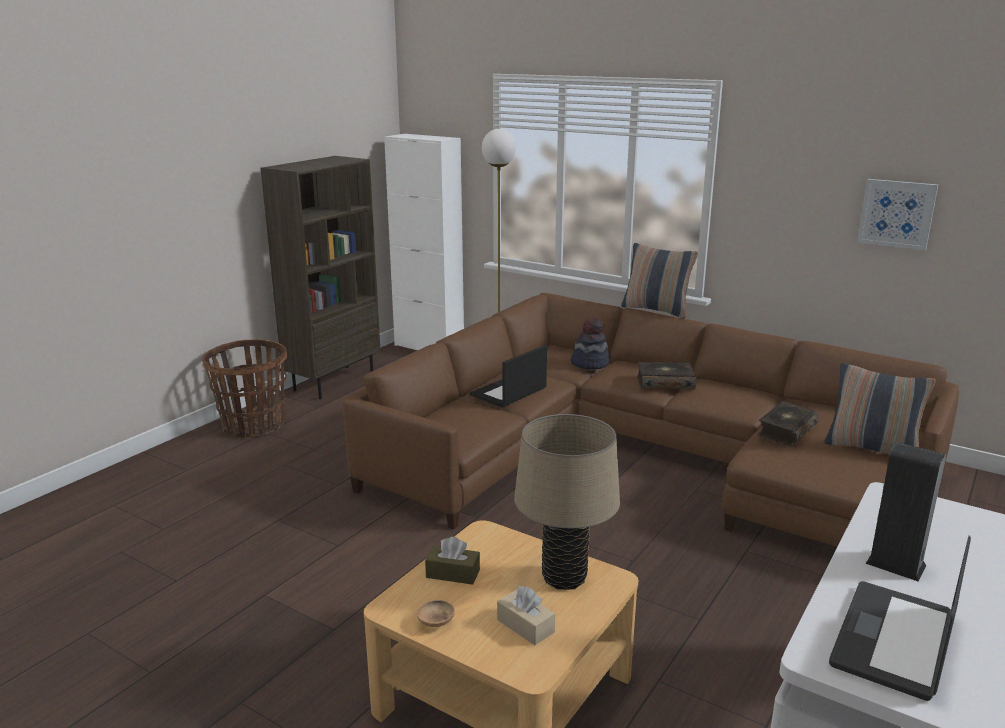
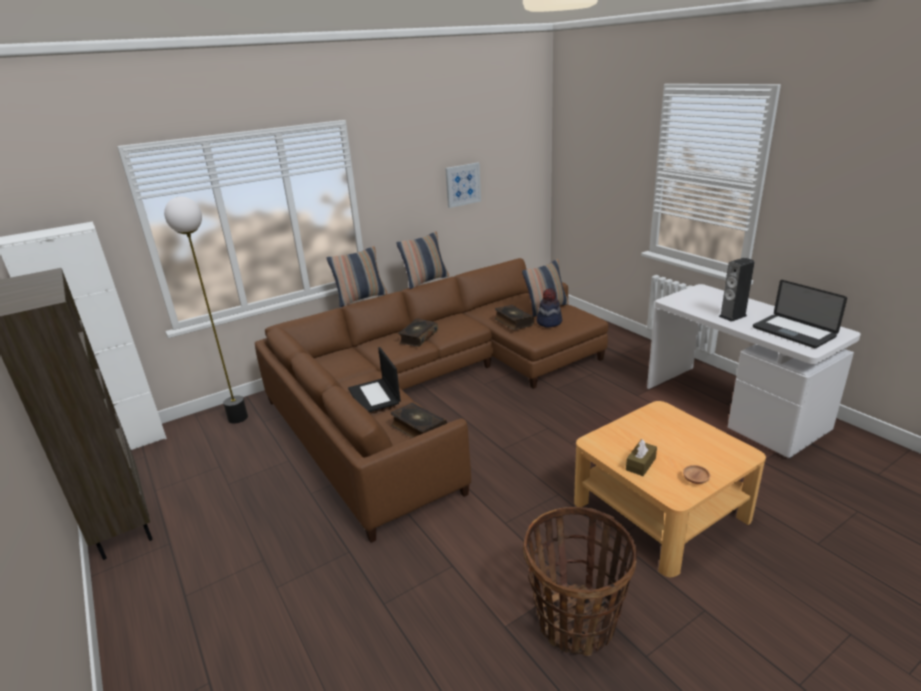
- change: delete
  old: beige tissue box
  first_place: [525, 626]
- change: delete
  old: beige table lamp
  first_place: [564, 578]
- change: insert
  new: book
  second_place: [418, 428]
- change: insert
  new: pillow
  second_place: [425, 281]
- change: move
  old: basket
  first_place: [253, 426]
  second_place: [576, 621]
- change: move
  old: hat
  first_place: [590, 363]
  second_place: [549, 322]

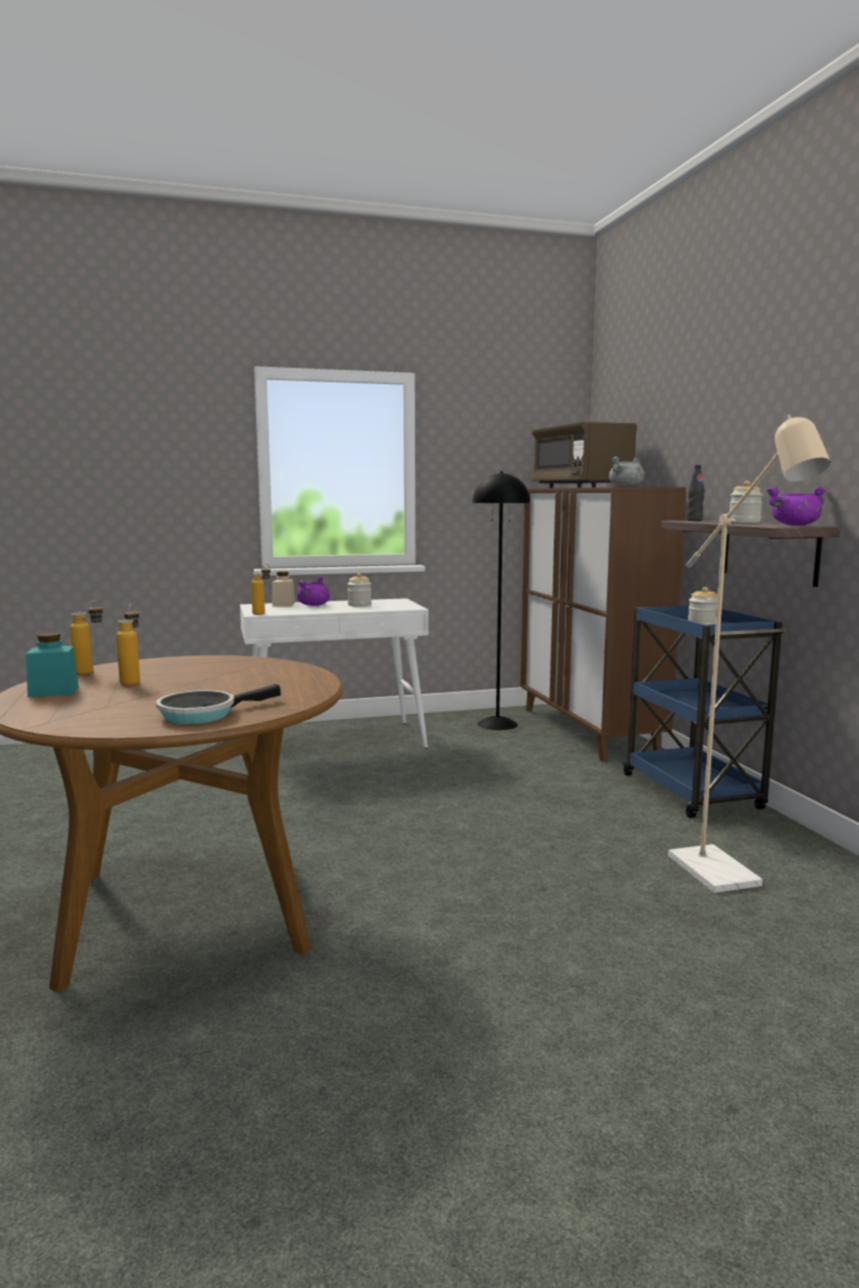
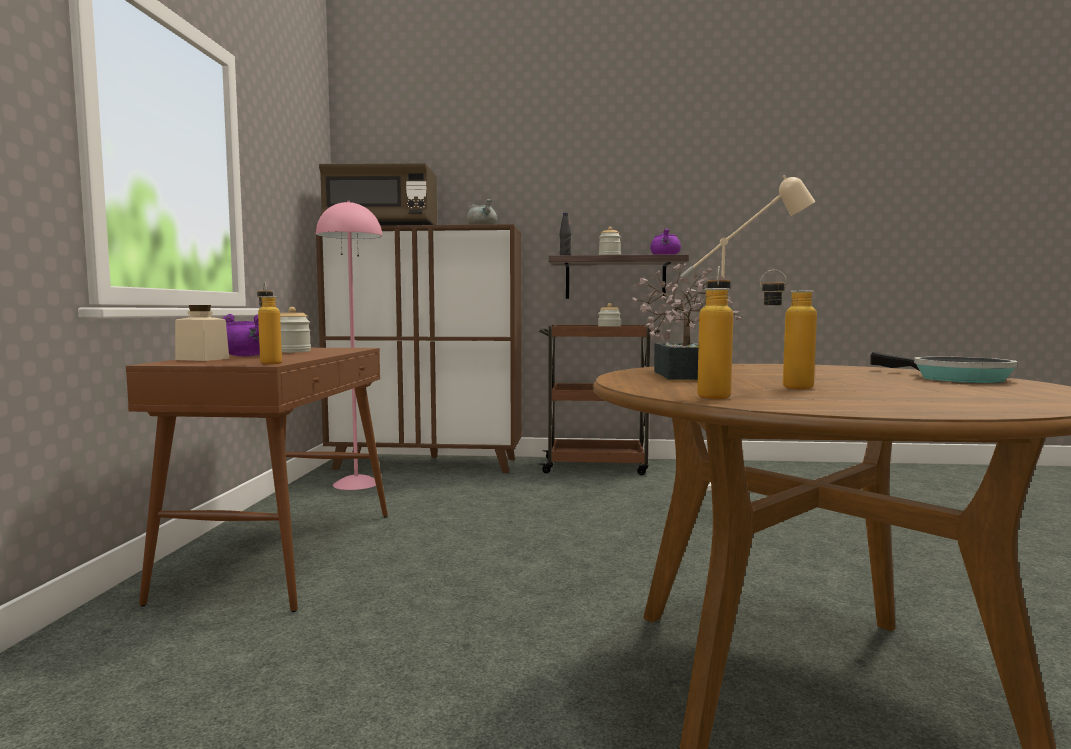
- change: delete
  old: turquoise jar
  first_place: [53, 692]
- change: insert
  new: potted plant
  second_place: [685, 374]
- change: recolor
  old: white console table
  new: brown console table
  first_place: [336, 741]
  second_place: [285, 553]
- change: recolor
  old: black floor lamp
  new: pink floor lamp
  first_place: [497, 724]
  second_place: [356, 483]
- change: recolor
  old: blue cart
  new: brown cart
  first_place: [693, 793]
  second_place: [597, 466]

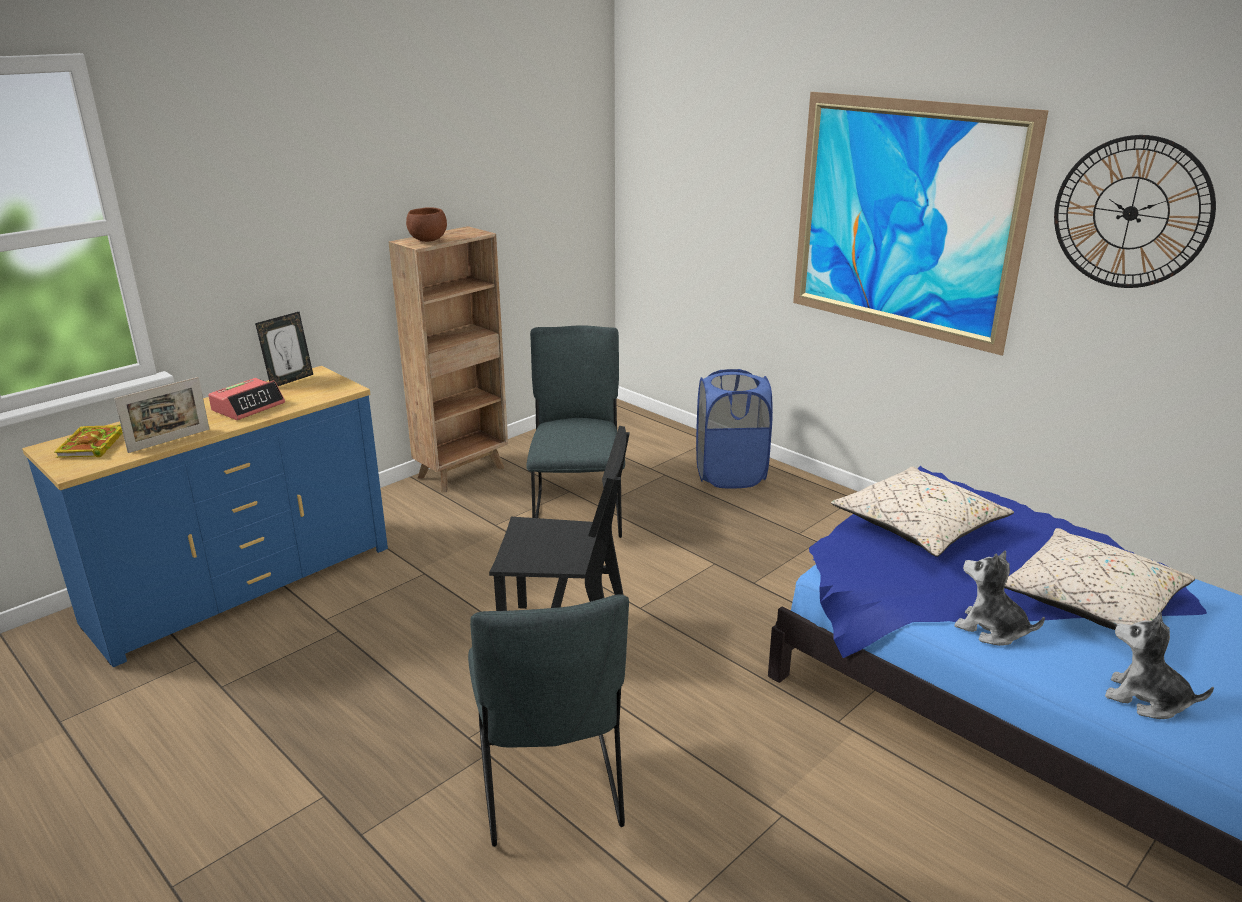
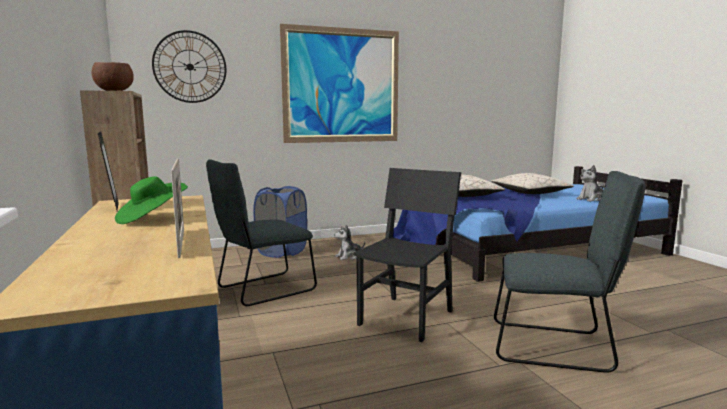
- change: delete
  old: book
  first_place: [92, 446]
- change: move
  old: plush toy
  first_place: [991, 629]
  second_place: [349, 257]
- change: move
  old: wall clock
  first_place: [1130, 213]
  second_place: [190, 67]
- change: replace
  old: alarm clock
  new: green hat
  first_place: [248, 407]
  second_place: [152, 218]
- change: rotate
  old: grey chair
  first_place: [578, 511]
  second_place: [262, 290]
  degrees: -60

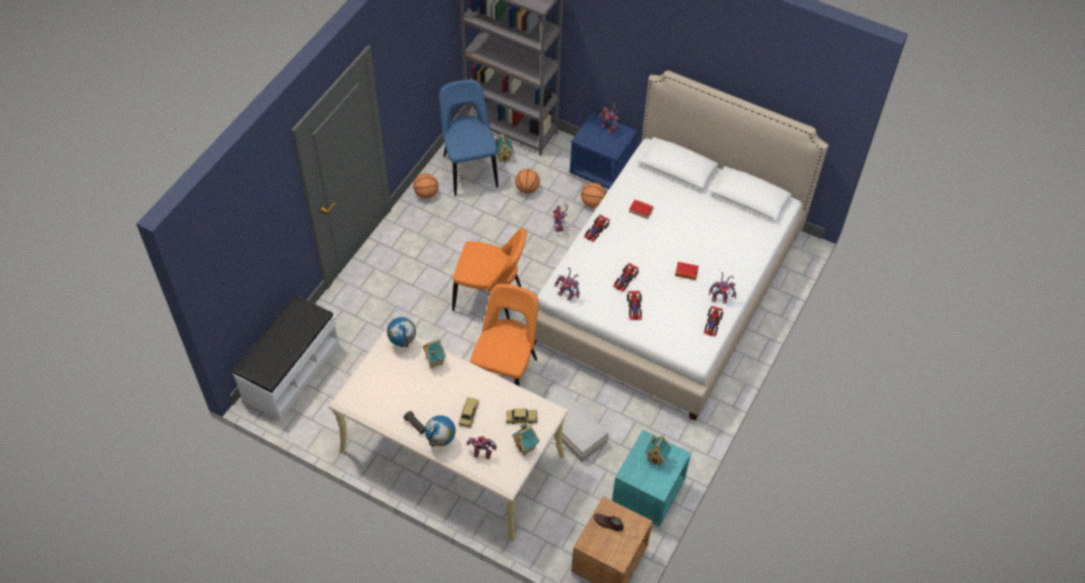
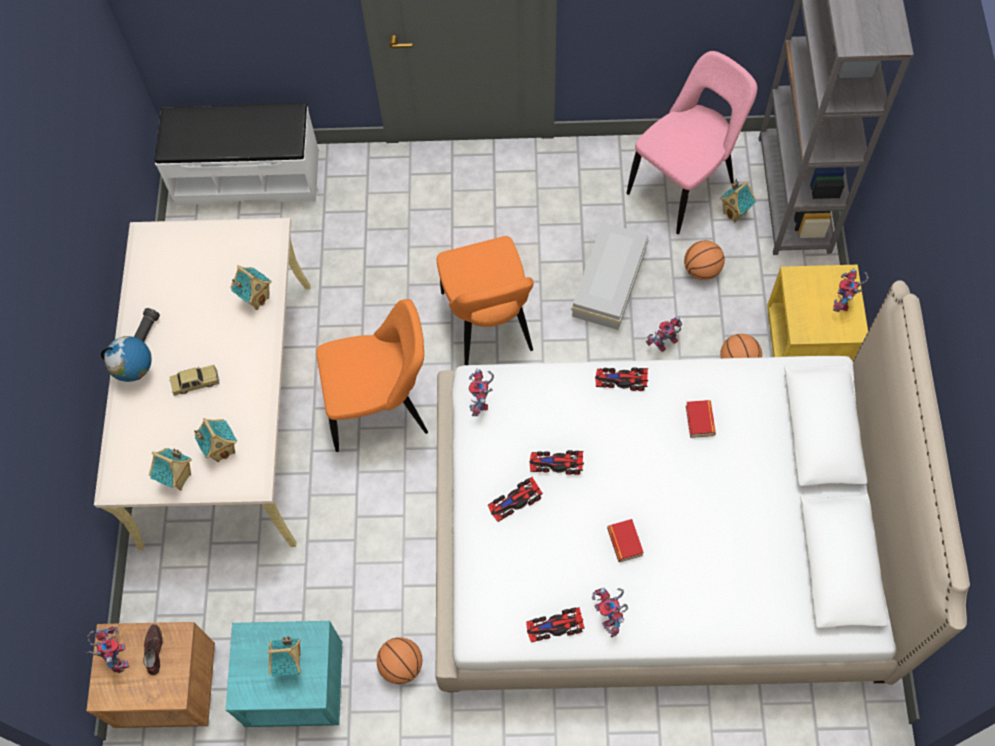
- change: delete
  old: globe
  first_place: [403, 343]
- change: move
  old: basketball
  first_place: [426, 194]
  second_place: [401, 665]
- change: move
  old: toy robot
  first_place: [480, 454]
  second_place: [116, 655]
- change: move
  old: white storage box
  first_place: [571, 428]
  second_place: [611, 281]
- change: replace
  old: toy car
  new: toy house
  first_place: [521, 418]
  second_place: [222, 449]
- change: recolor
  old: blue chair
  new: pink chair
  first_place: [469, 169]
  second_place: [684, 185]
- change: recolor
  old: blue nightstand
  new: yellow nightstand
  first_place: [602, 169]
  second_place: [807, 344]

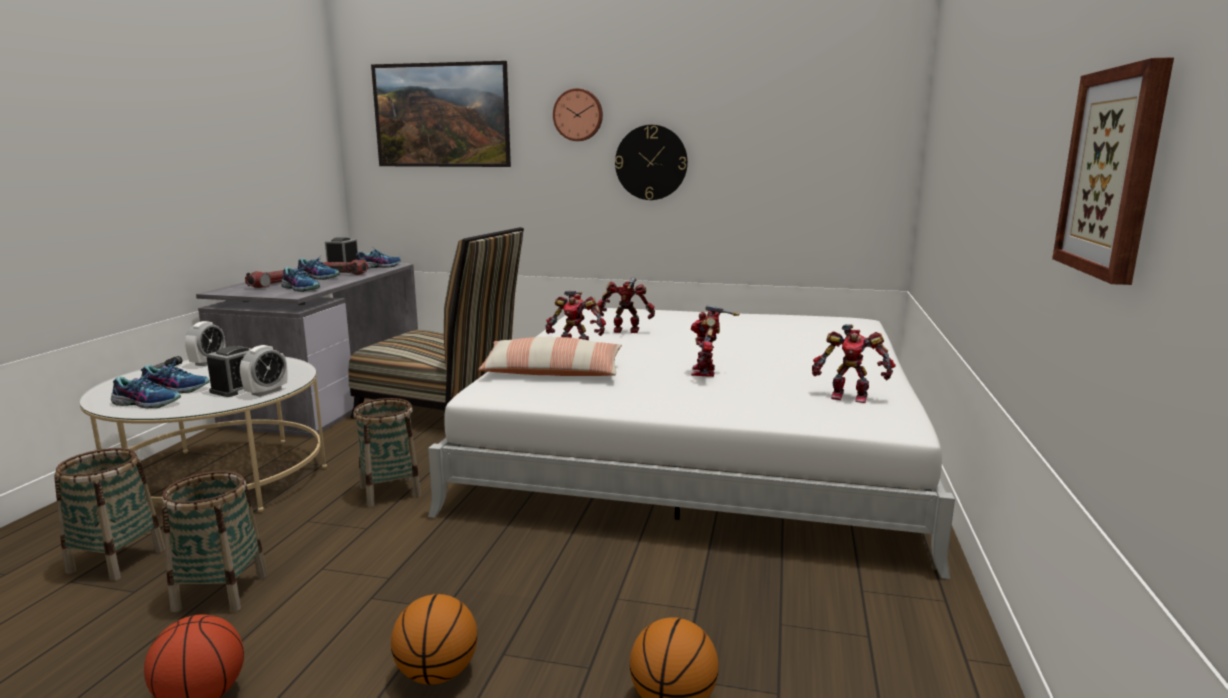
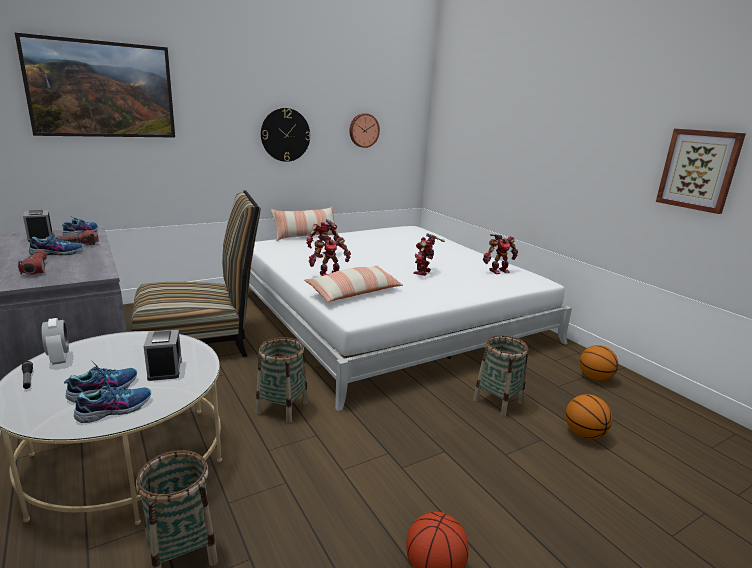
- change: delete
  old: alarm clock
  first_place: [266, 392]
- change: delete
  old: shoe
  first_place: [301, 288]
- change: insert
  new: pillow
  second_place: [305, 236]
- change: move
  old: basket
  first_place: [221, 592]
  second_place: [498, 401]
- change: move
  old: basketball
  first_place: [436, 674]
  second_place: [595, 378]
- change: move
  old: wall clock
  first_place: [578, 115]
  second_place: [363, 130]
- change: rotate
  old: toy robot
  first_place: [706, 372]
  second_place: [423, 272]
  degrees: 60

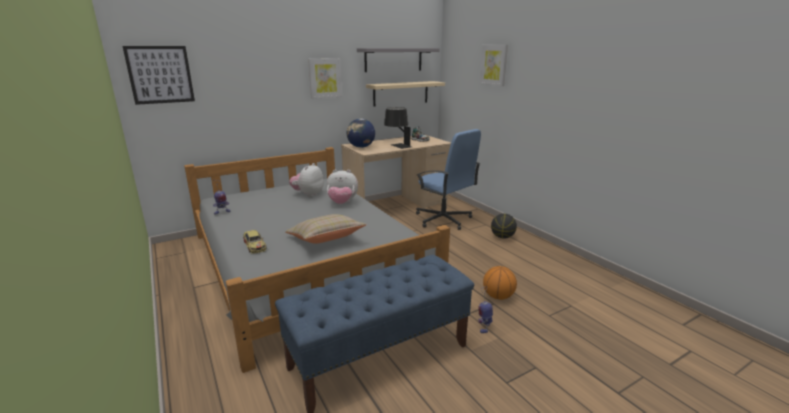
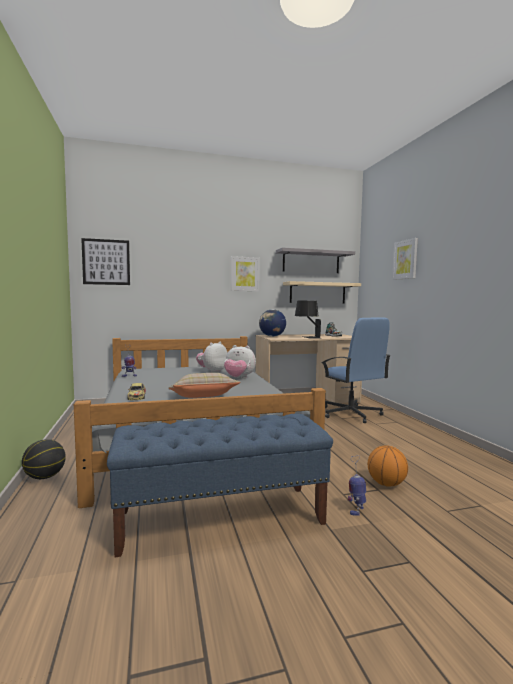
- change: move
  old: basketball
  first_place: [502, 237]
  second_place: [45, 477]

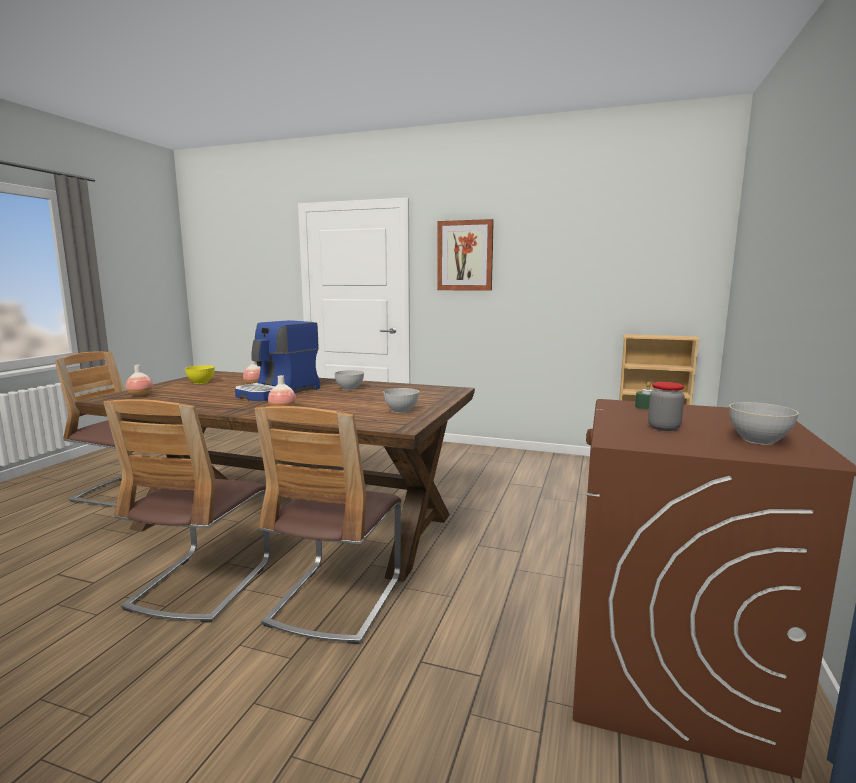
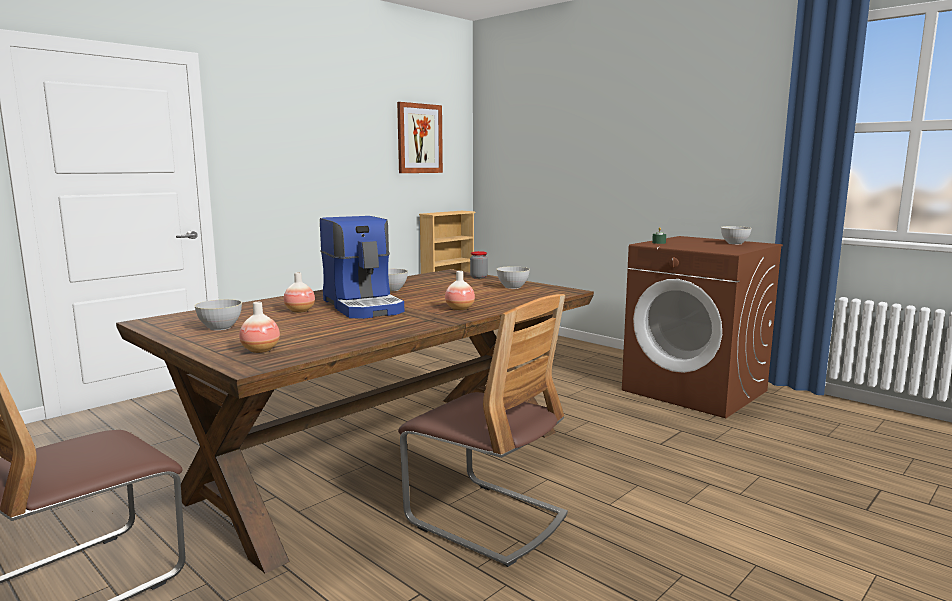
- change: delete
  old: chair
  first_place: [336, 599]
- change: move
  old: picture
  first_place: [465, 255]
  second_place: [419, 138]
- change: move
  old: jar
  first_place: [663, 427]
  second_place: [478, 277]
- change: recolor
  old: yellow bowl
  new: grey bowl
  first_place: [201, 382]
  second_place: [220, 327]

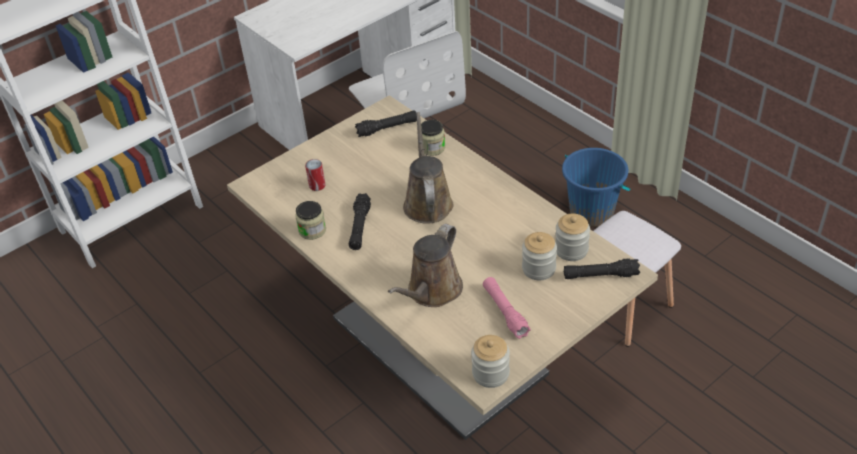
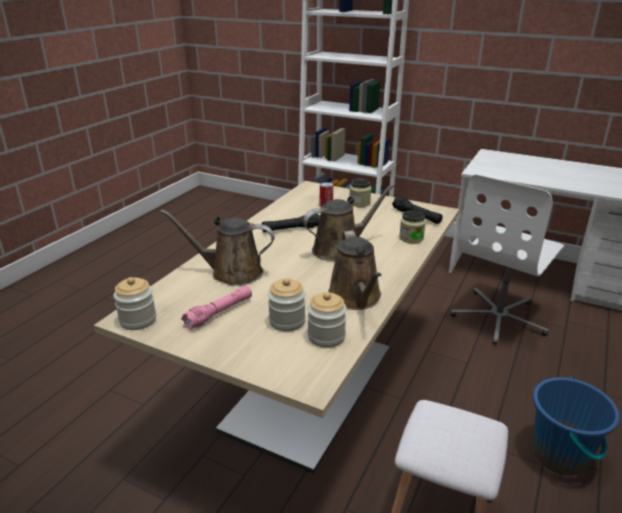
- change: delete
  old: black flashlight
  first_place: [600, 275]
- change: insert
  new: brown watering can
  second_place: [356, 298]
- change: move
  old: jar
  first_place: [312, 230]
  second_place: [359, 203]

